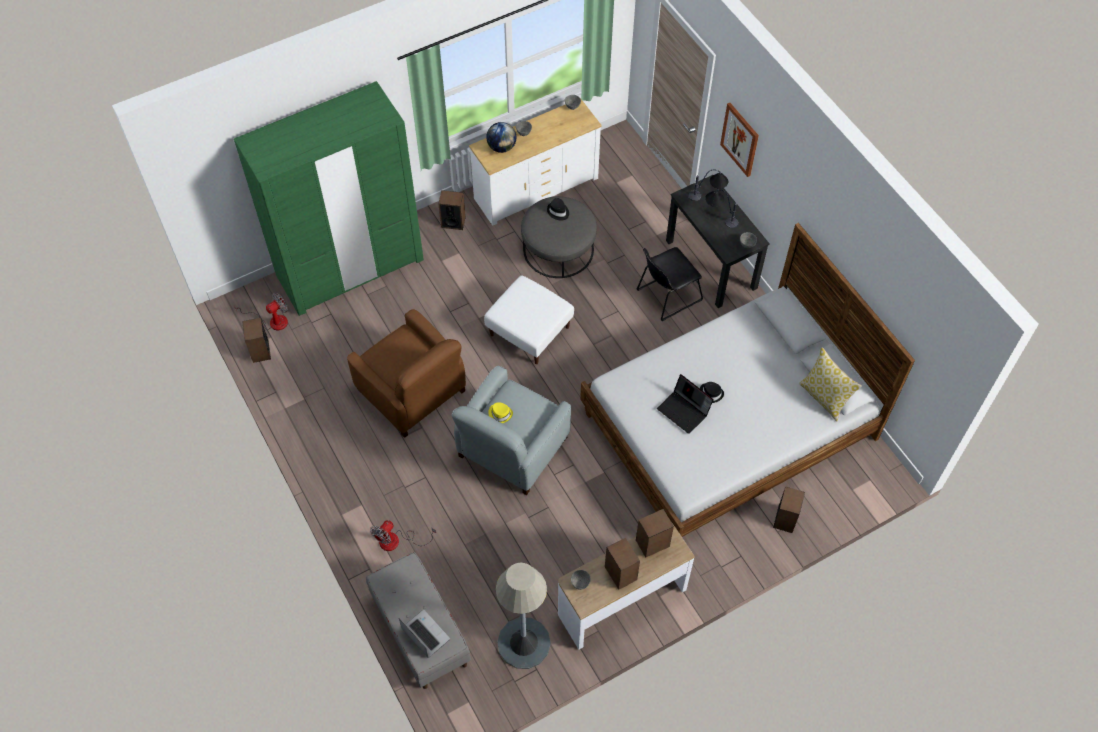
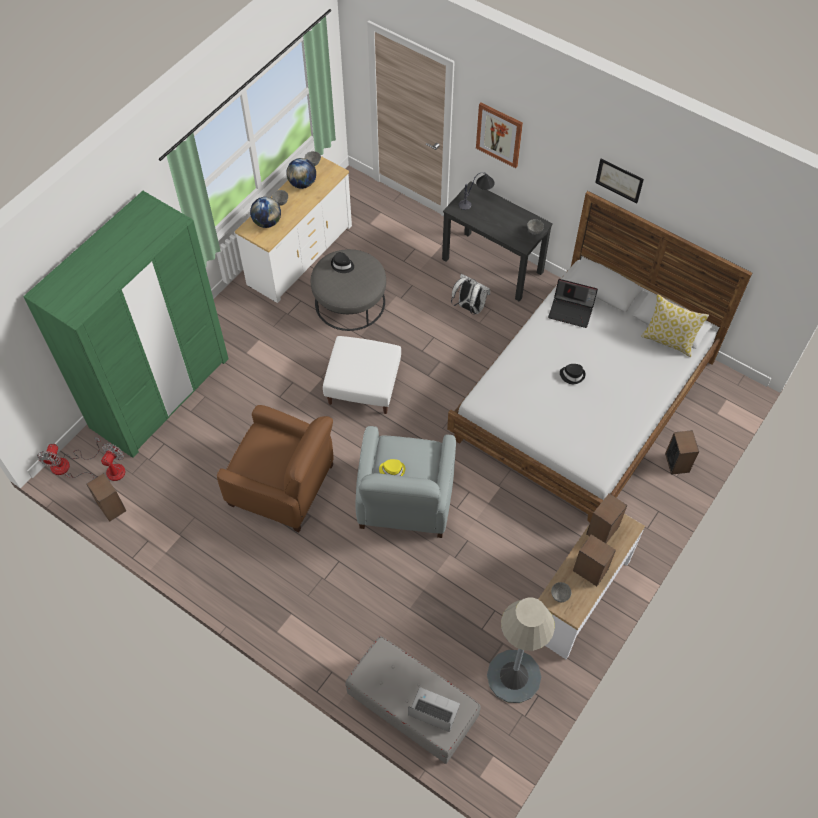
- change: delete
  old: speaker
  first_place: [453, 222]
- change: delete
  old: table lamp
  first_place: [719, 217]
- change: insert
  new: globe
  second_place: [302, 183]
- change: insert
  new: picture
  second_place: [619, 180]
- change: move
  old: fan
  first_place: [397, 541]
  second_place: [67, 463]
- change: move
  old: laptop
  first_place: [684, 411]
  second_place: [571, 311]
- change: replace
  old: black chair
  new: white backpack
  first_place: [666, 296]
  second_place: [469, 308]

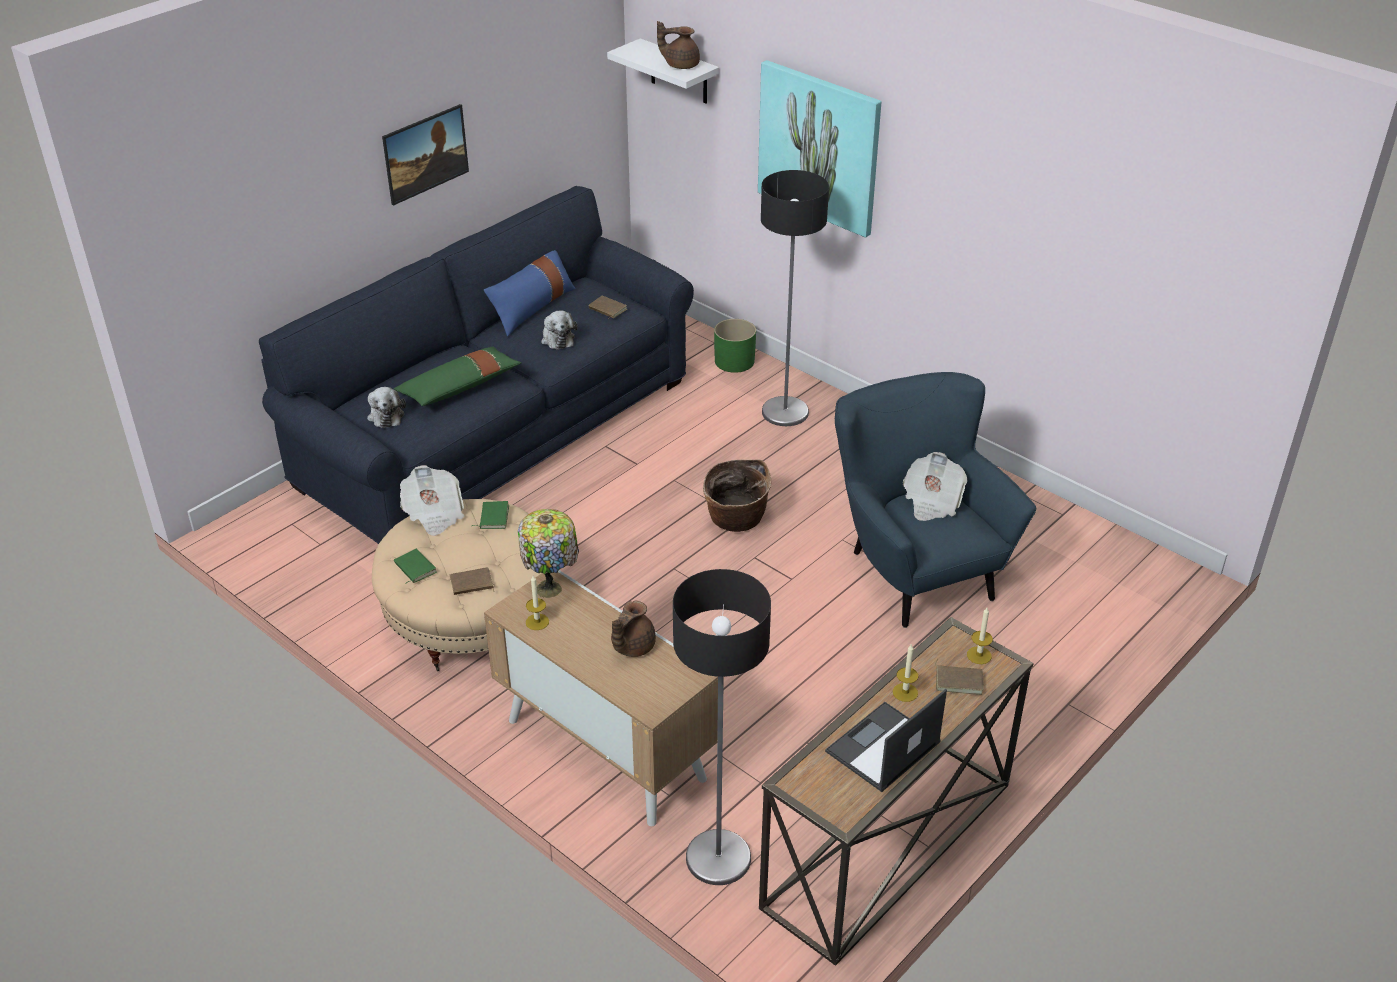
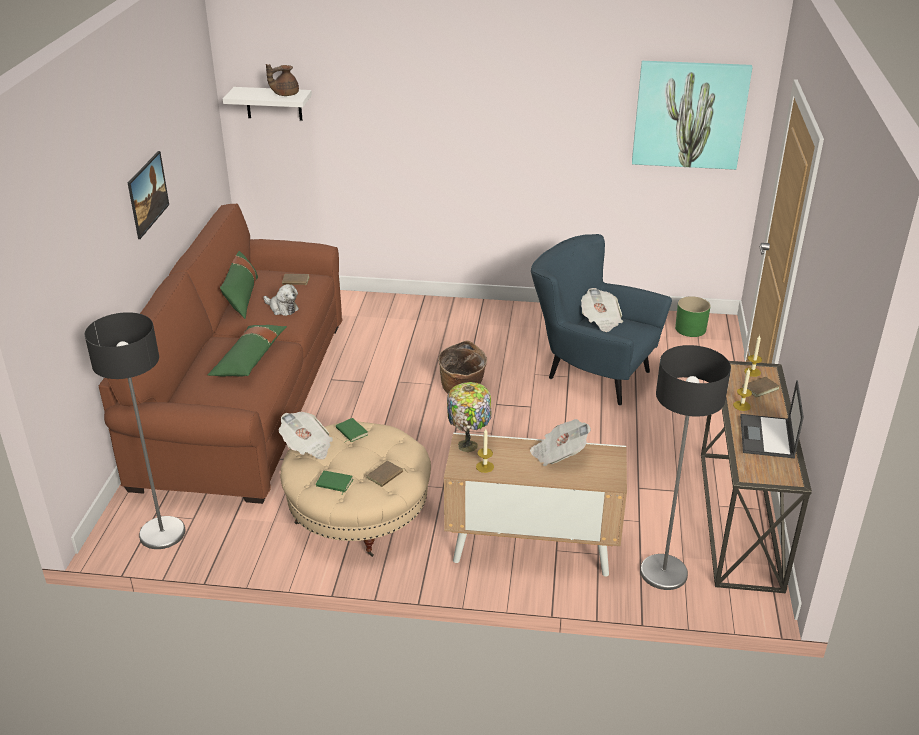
- change: delete
  old: plush toy
  first_place: [386, 415]
- change: move
  old: green planter
  first_place: [734, 361]
  second_place: [690, 329]
- change: move
  old: picture
  first_place: [819, 147]
  second_place: [689, 114]
- change: move
  old: floor lamp
  first_place: [785, 412]
  second_place: [162, 533]
- change: replace
  old: brown teapot
  new: newspaper
  first_place: [631, 647]
  second_place: [558, 454]
- change: recolor
  old: blue sofa
  new: brown sofa
  first_place: [496, 433]
  second_place: [246, 399]
- change: recolor
  old: blue pillow
  new: green pillow
  first_place: [533, 308]
  second_place: [242, 297]

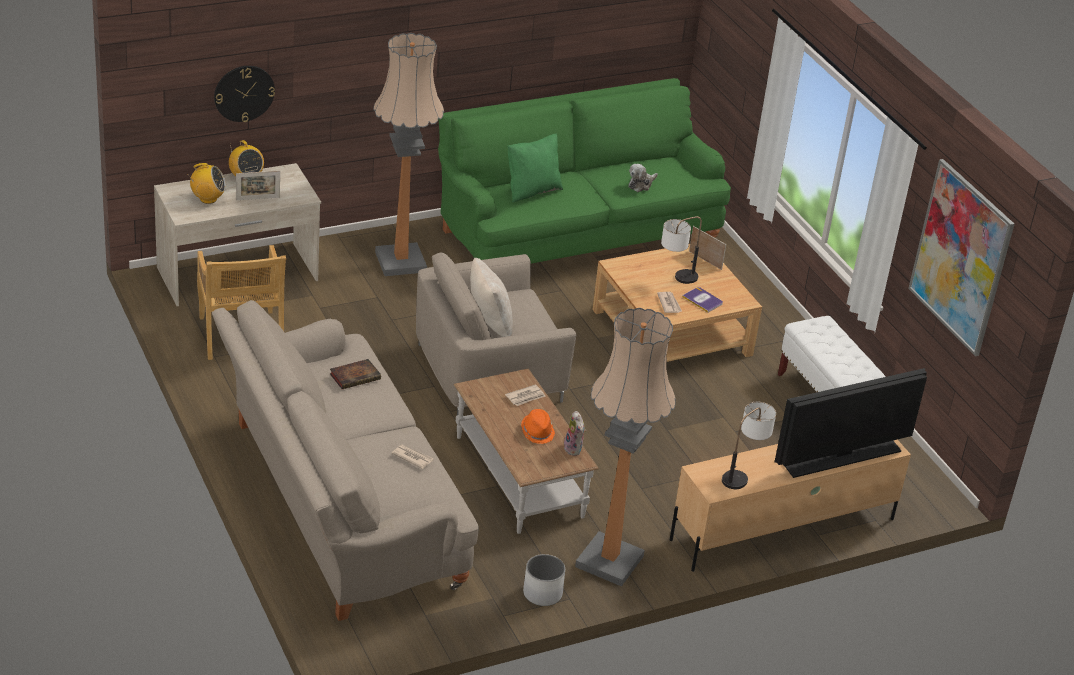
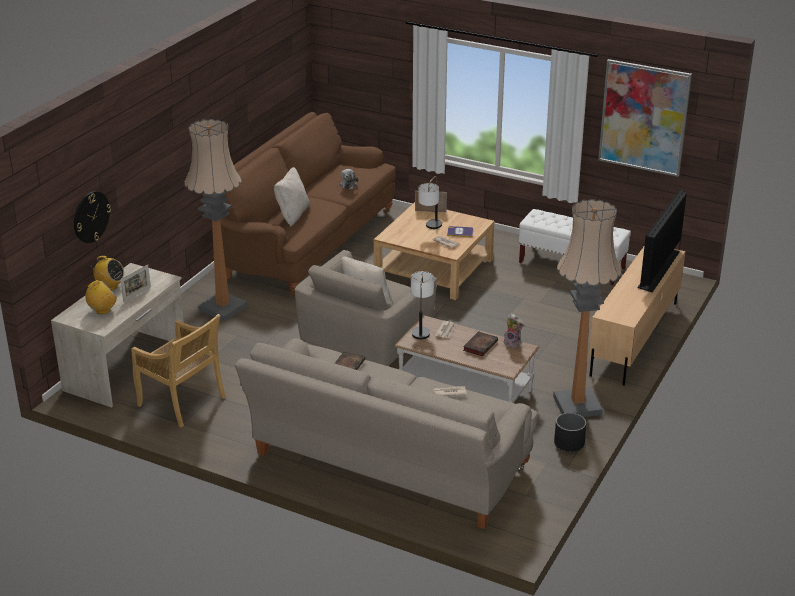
- change: move
  old: table lamp
  first_place: [743, 474]
  second_place: [421, 328]
- change: replace
  old: orange hat
  new: book
  first_place: [537, 432]
  second_place: [480, 345]
- change: recolor
  old: green sofa
  new: brown sofa
  first_place: [576, 234]
  second_place: [306, 243]
- change: recolor
  old: green pillow
  new: beige pillow
  first_place: [532, 191]
  second_place: [292, 215]
- change: recolor
  old: white planter
  new: black planter
  first_place: [542, 594]
  second_place: [569, 444]

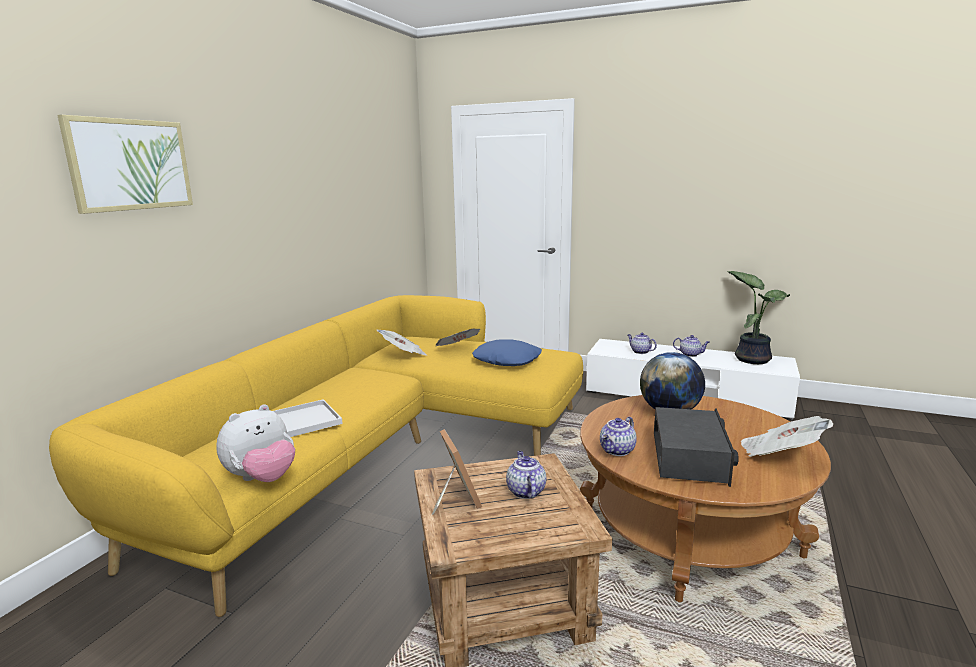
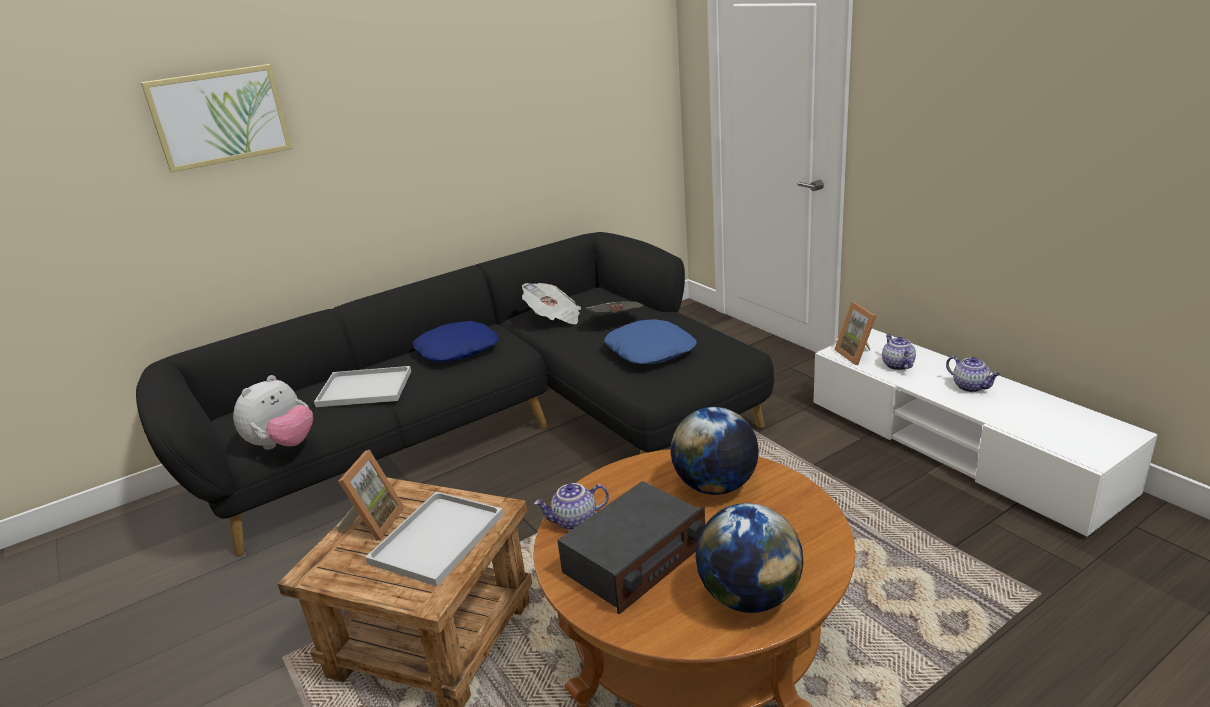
- change: delete
  old: potted plant
  first_place: [752, 359]
- change: insert
  new: blue pillow
  second_place: [456, 350]
- change: insert
  new: picture frame
  second_place: [857, 355]
- change: replace
  old: teapot
  new: white tray
  first_place: [525, 491]
  second_place: [437, 537]
- change: replace
  old: newspaper
  new: globe
  first_place: [780, 455]
  second_place: [749, 596]
- change: recolor
  old: yellow sofa
  new: black sofa
  first_place: [379, 452]
  second_place: [498, 428]
- change: rotate
  old: plush toy
  first_place: [262, 478]
  second_place: [283, 445]
  degrees: -45

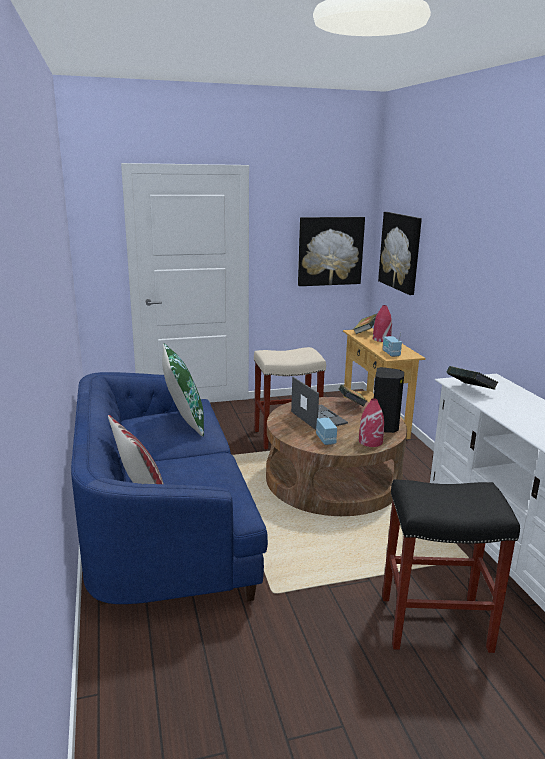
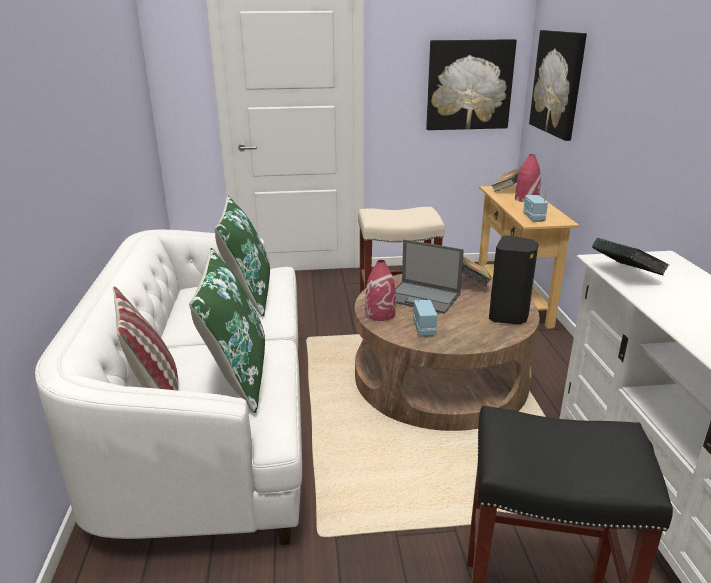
- change: insert
  new: green pillow
  second_place: [237, 376]
- change: move
  old: red vase
  first_place: [370, 441]
  second_place: [380, 314]
- change: recolor
  old: blue sofa
  new: white sofa
  first_place: [164, 523]
  second_place: [213, 421]
- change: rotate
  old: laptop
  first_place: [318, 417]
  second_place: [423, 297]
  degrees: 135

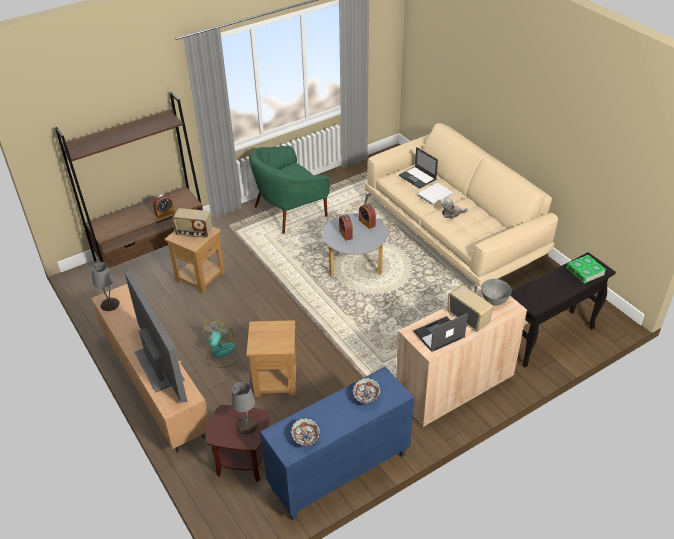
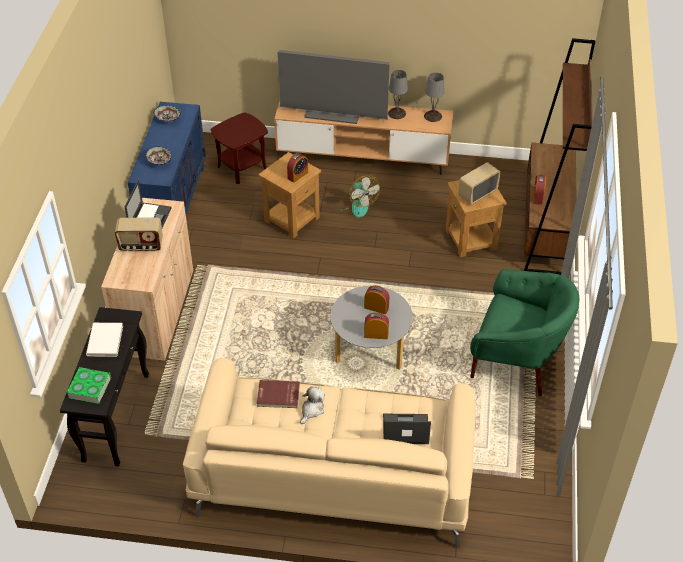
- change: delete
  old: grey bowl
  first_place: [494, 301]
- change: insert
  new: red book
  second_place: [278, 396]
- change: insert
  new: alarm clock
  second_place: [297, 175]
- change: move
  old: grey table lamp
  first_place: [246, 425]
  second_place: [397, 113]
- change: move
  old: white book
  first_place: [434, 195]
  second_place: [106, 341]
- change: rotate
  old: green armchair
  first_place: [289, 211]
  second_place: [516, 358]
  degrees: 105

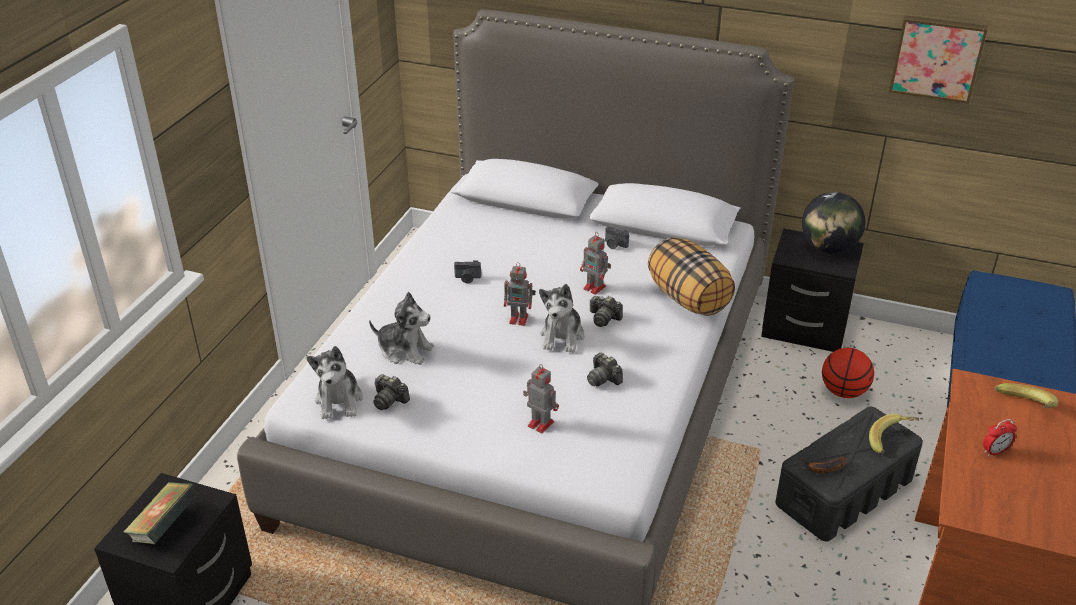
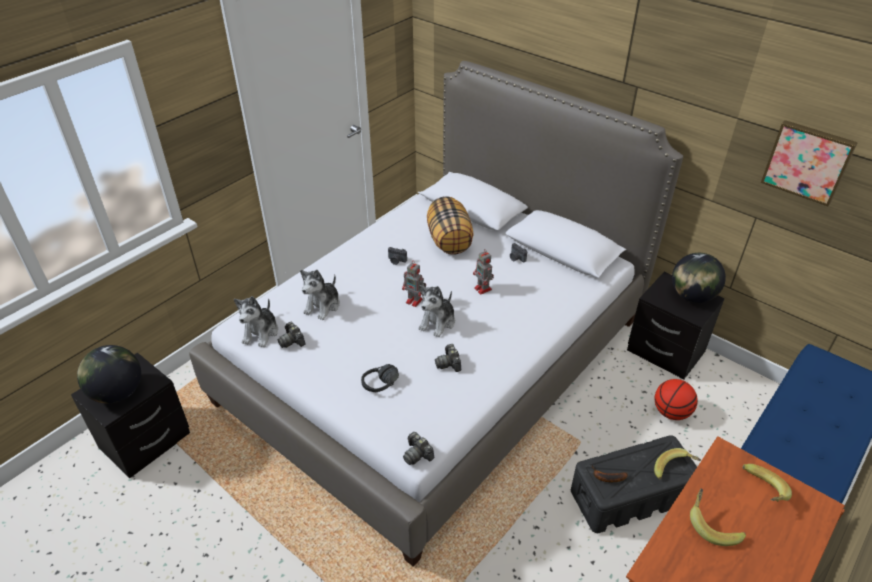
- change: move
  old: photo camera
  first_place: [604, 318]
  second_place: [417, 454]
- change: move
  old: pillow
  first_place: [689, 299]
  second_place: [450, 241]
- change: replace
  old: book
  new: globe
  first_place: [166, 528]
  second_place: [118, 393]
- change: replace
  old: toy robot
  new: black headphones
  first_place: [539, 423]
  second_place: [384, 387]
- change: replace
  old: alarm clock
  new: banana
  first_place: [995, 452]
  second_place: [712, 525]
- change: rotate
  old: plush toy
  first_place: [405, 350]
  second_place: [323, 306]
  degrees: 75

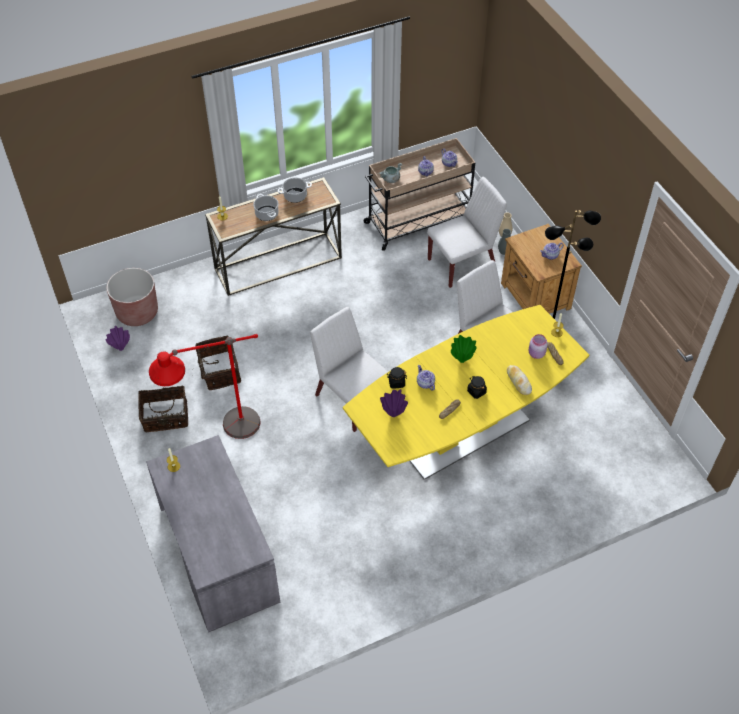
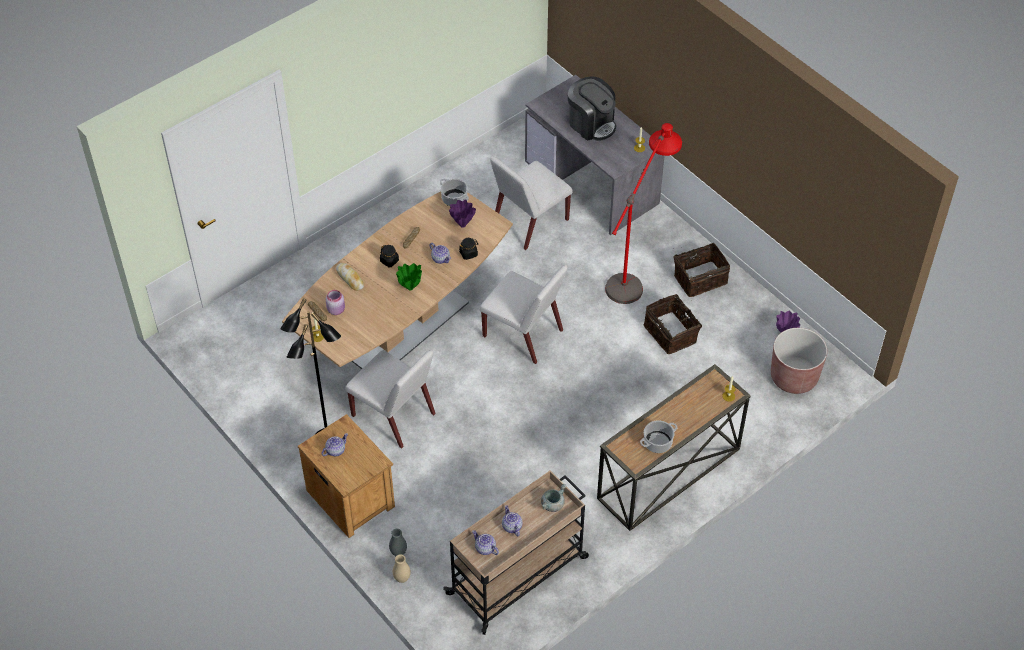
- change: insert
  new: coffee machine
  second_place: [591, 124]
- change: move
  old: cooking pot
  first_place: [266, 214]
  second_place: [454, 199]
- change: move
  old: white chair
  first_place: [462, 264]
  second_place: [529, 222]
- change: recolor
  old: yellow dining table
  new: brown dining table
  first_place: [461, 431]
  second_place: [404, 326]

